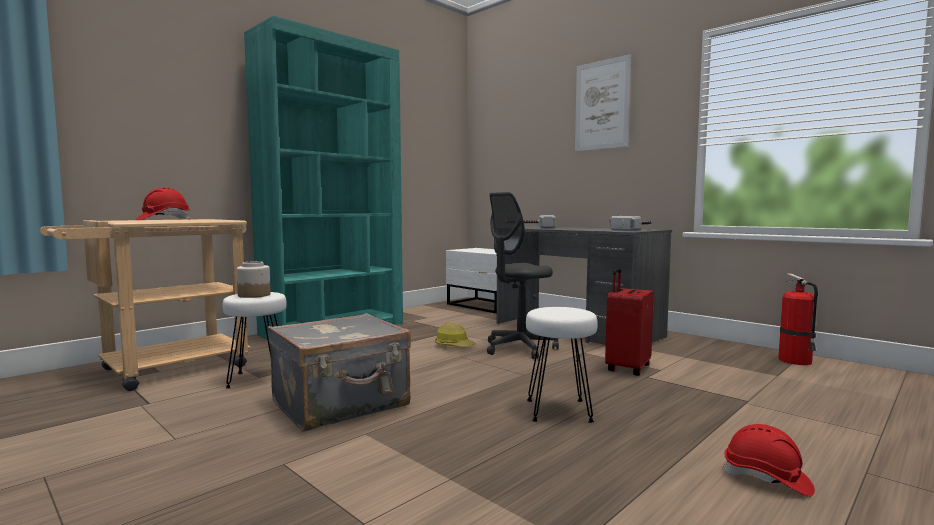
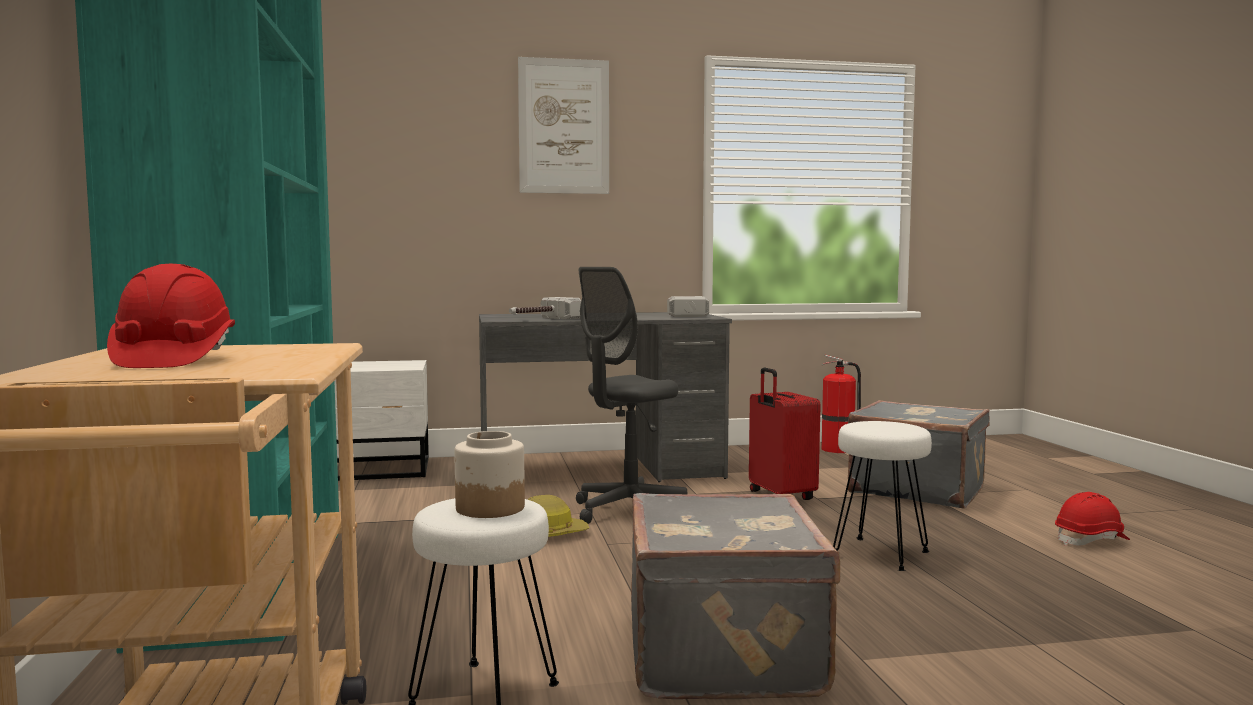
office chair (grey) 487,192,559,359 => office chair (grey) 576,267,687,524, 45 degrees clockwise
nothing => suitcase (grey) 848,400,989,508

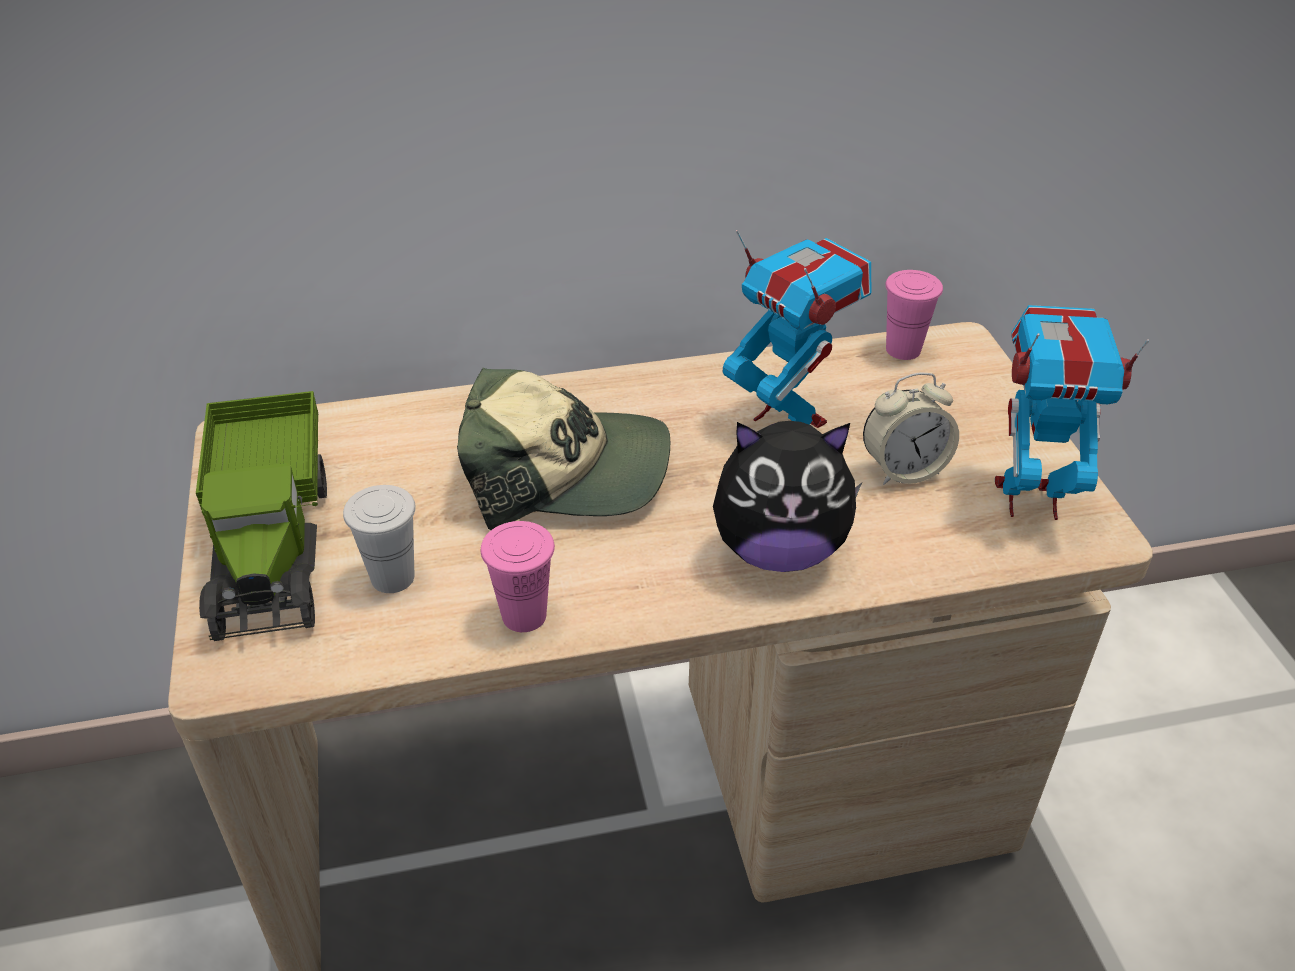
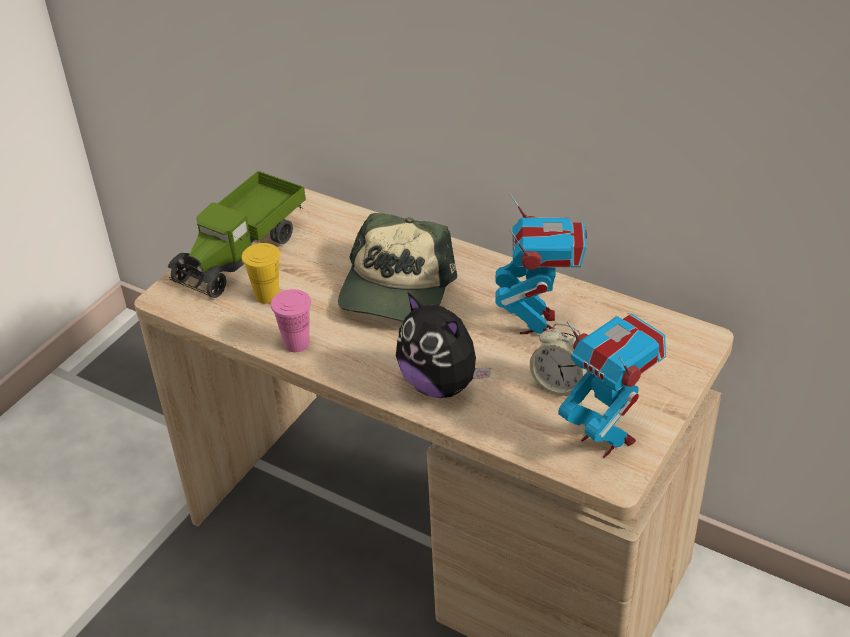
cup (white) 343,485,416,593 => cup (yellow) 241,243,280,304
cap 457,368,670,530 => cap 338,213,457,321, 60 degrees clockwise
cup (pink) 885,270,943,360 => nothing

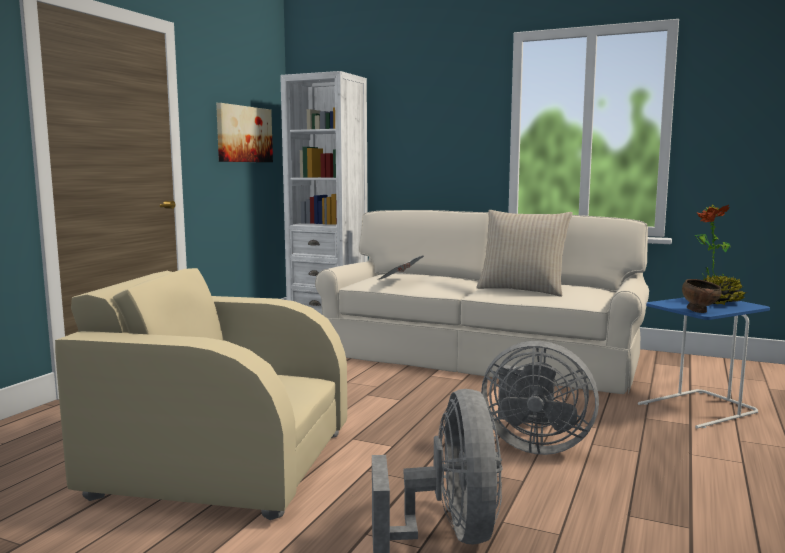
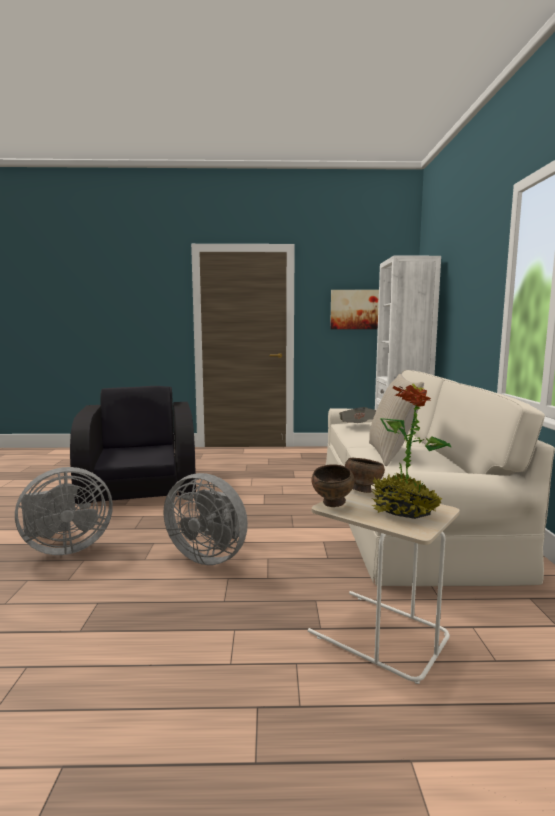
armchair (beige) 55,268,347,520 => armchair (black) 70,386,196,509
fan (grey) 481,341,599,455 => fan (grey) 164,473,248,565, 60 degrees counterclockwise
side table (blue) 638,297,770,429 => side table (beige) 308,488,460,684
nothing => bowl (brown) 345,457,385,493

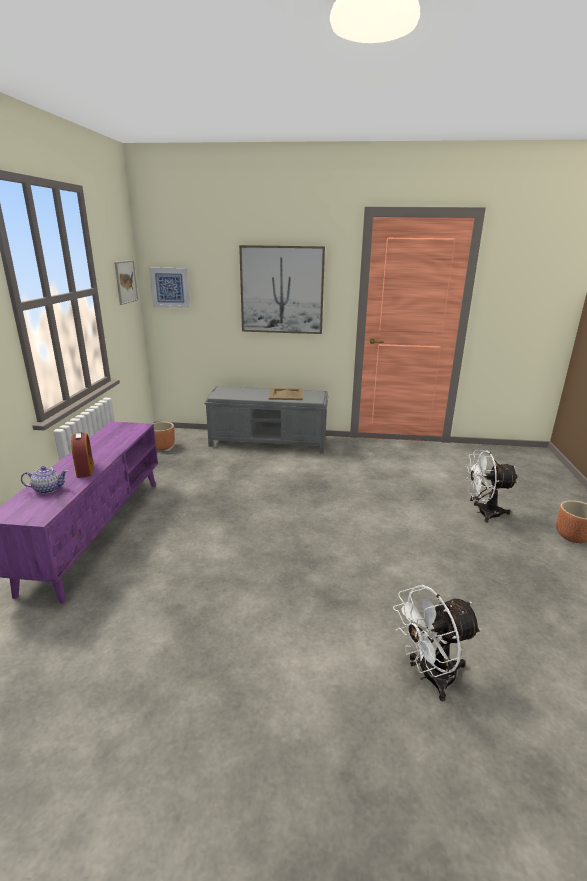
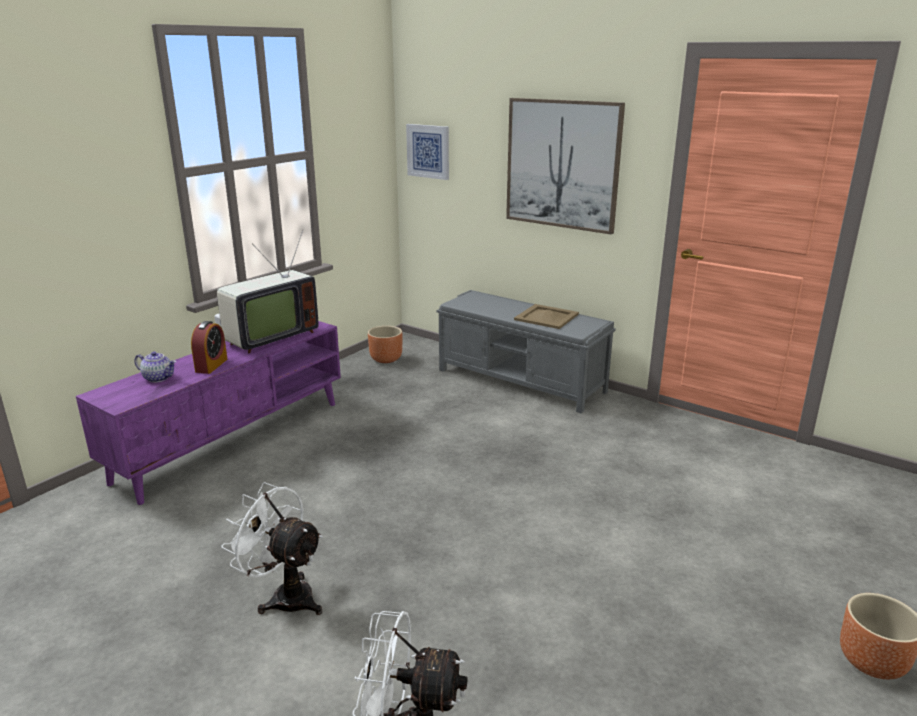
nothing => television 217,230,319,354
fan (white) 465,450,518,523 => fan (white) 222,482,323,615, move
picture 114,260,138,305 => nothing

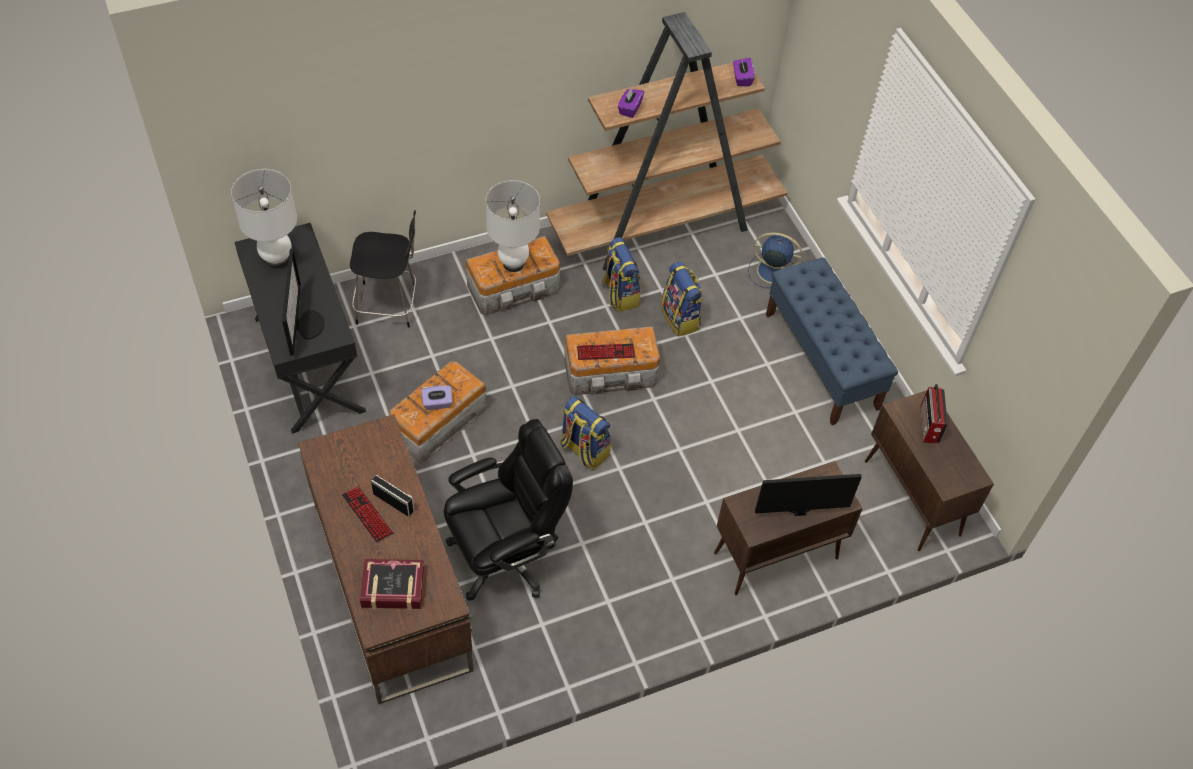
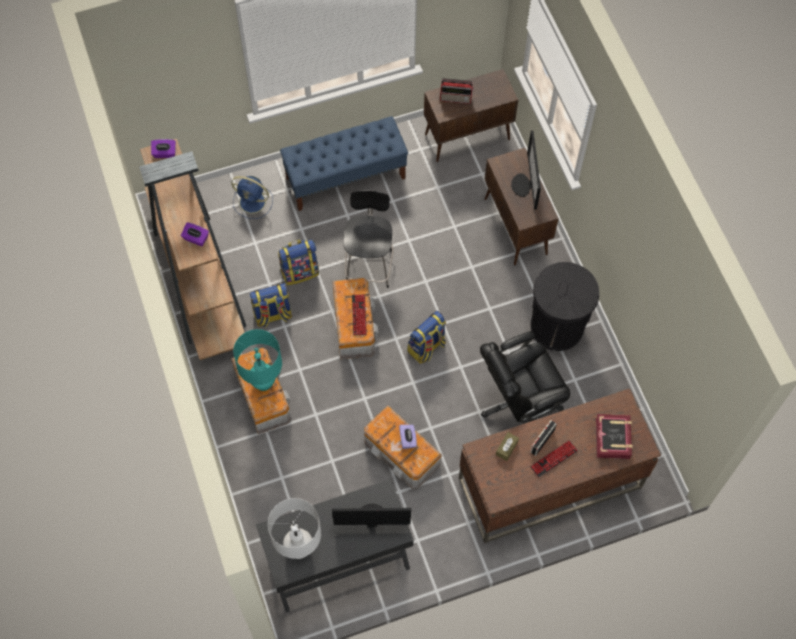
fan (blue) 748,232,802,288 => fan (blue) 231,176,273,219, 90 degrees counterclockwise
table lamp (white) 486,180,540,272 => table lamp (turquoise) 233,329,282,391
stool (black) 350,210,416,328 => stool (black) 343,190,394,288, move
office chair (black) 444,419,573,601 => office chair (black) 480,331,570,424, 90 degrees counterclockwise
nothing => tissue box (brown) 496,432,519,461
nothing => trash can (black) 531,262,599,351

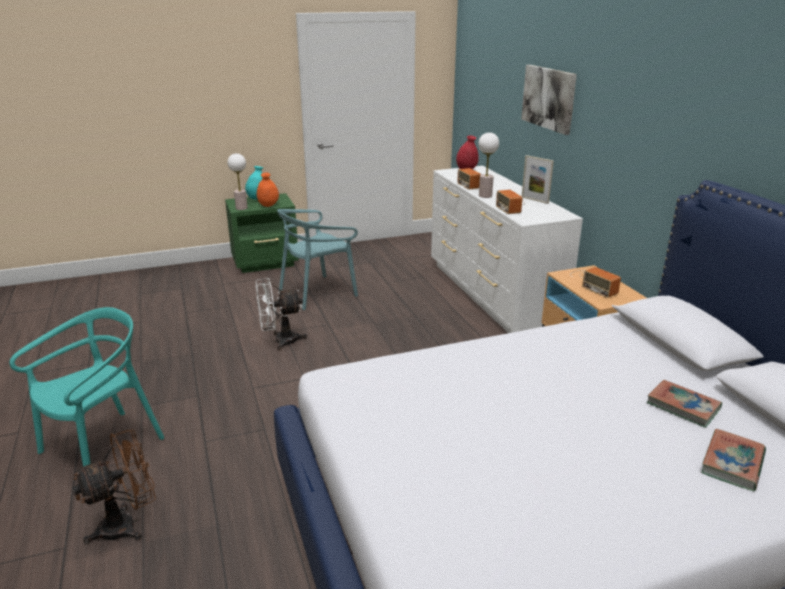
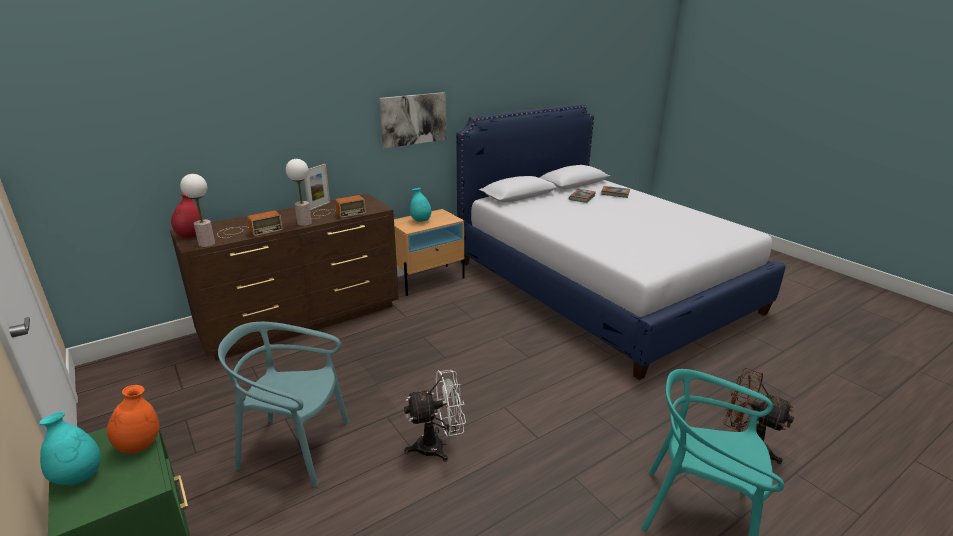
dresser (white) 431,166,583,333 => dresser (brown) 170,194,399,361
table lamp 228,153,248,210 => table lamp 180,174,215,247, move
chair (turquoise) 277,209,358,310 => chair (turquoise) 218,322,349,487, 150 degrees clockwise
picture 521,65,577,135 => picture 379,92,446,148, move
fan (white) 256,278,307,351 => fan (white) 404,370,466,462, 75 degrees counterclockwise
radio 570,267,621,298 => vase (turquoise) 410,188,431,222

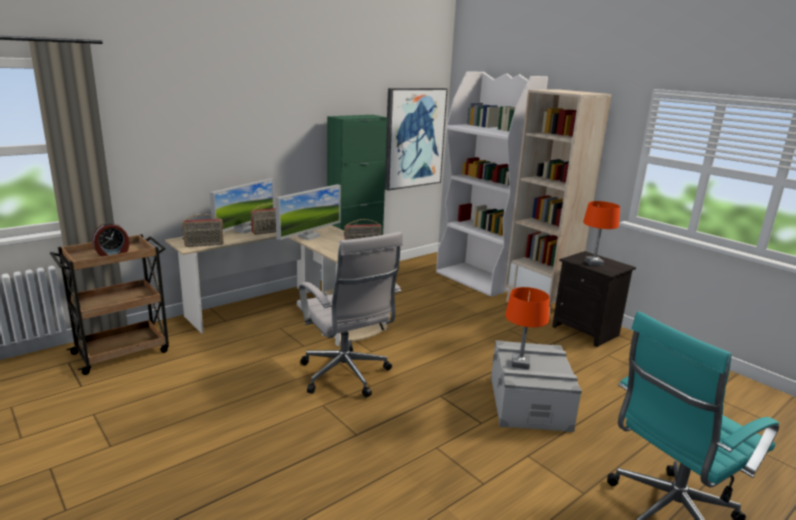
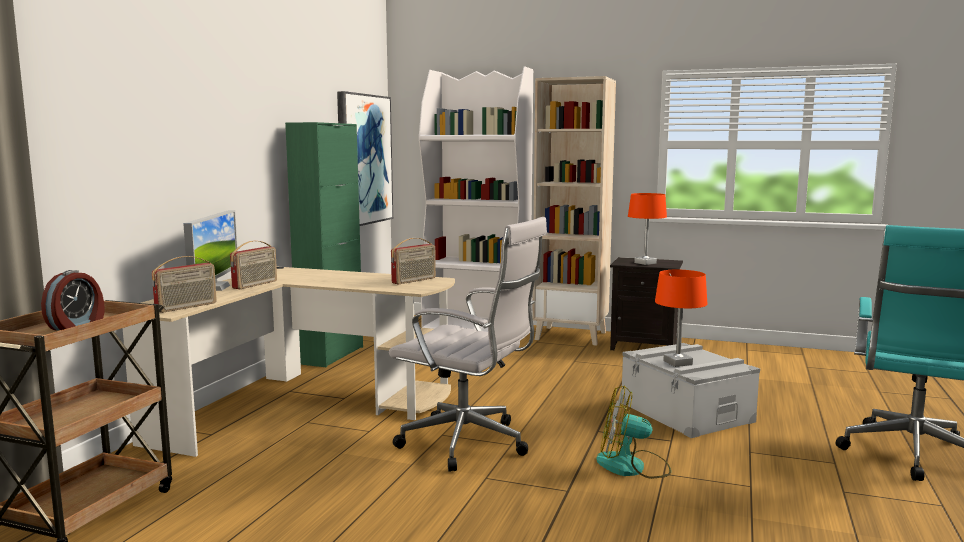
nothing => fan 596,386,671,479
monitor 275,184,341,240 => nothing

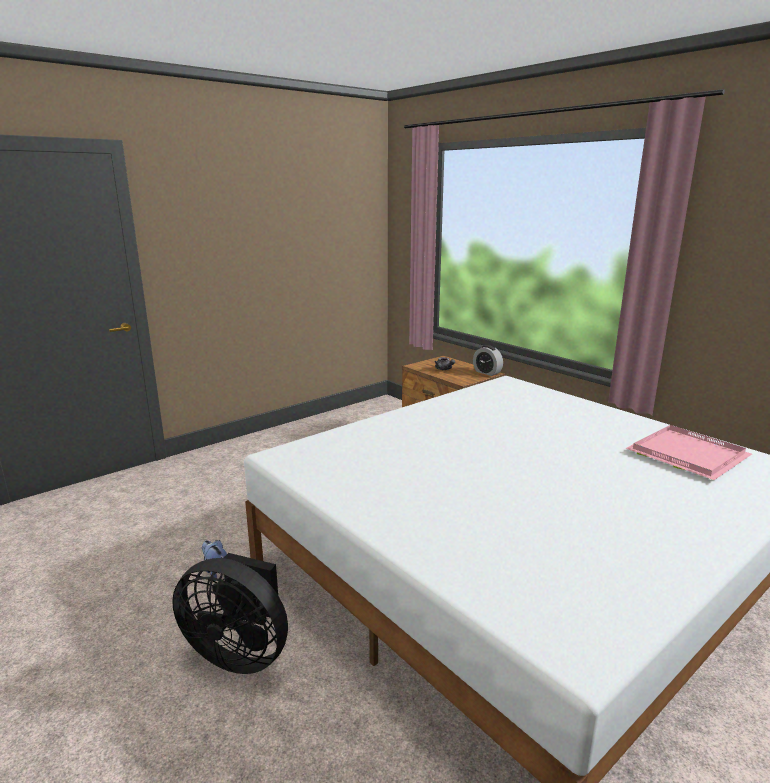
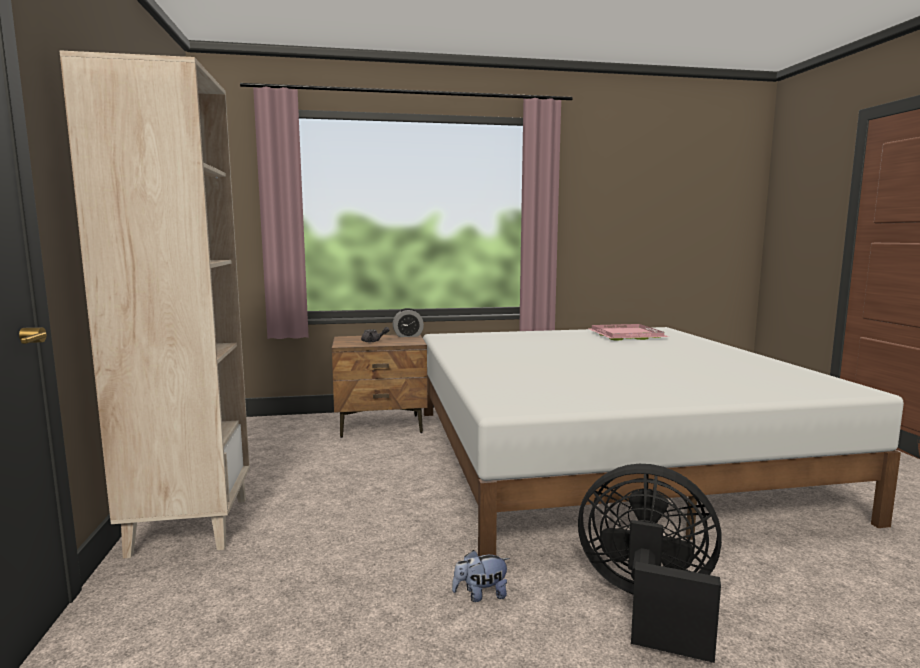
nothing => bookcase (beige) 59,50,250,559
fan (black) 172,553,288,674 => fan (black) 578,464,722,663, 120 degrees counterclockwise

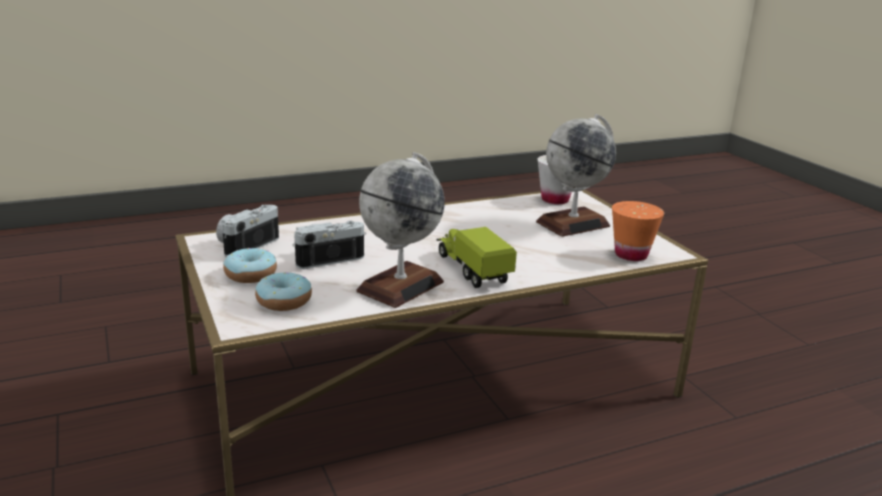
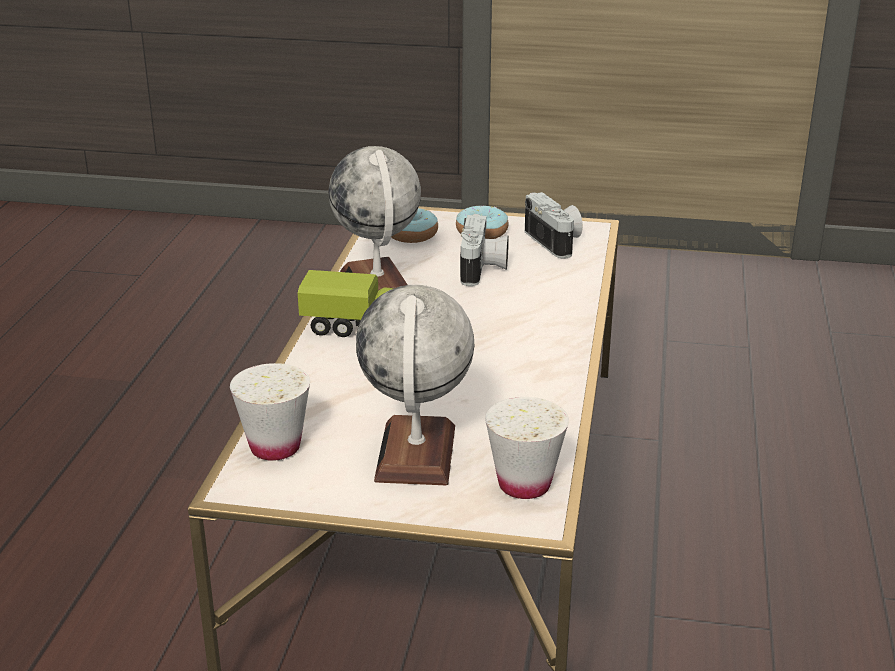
cup (orange) 612,201,664,261 => cup (white) 230,363,310,461

